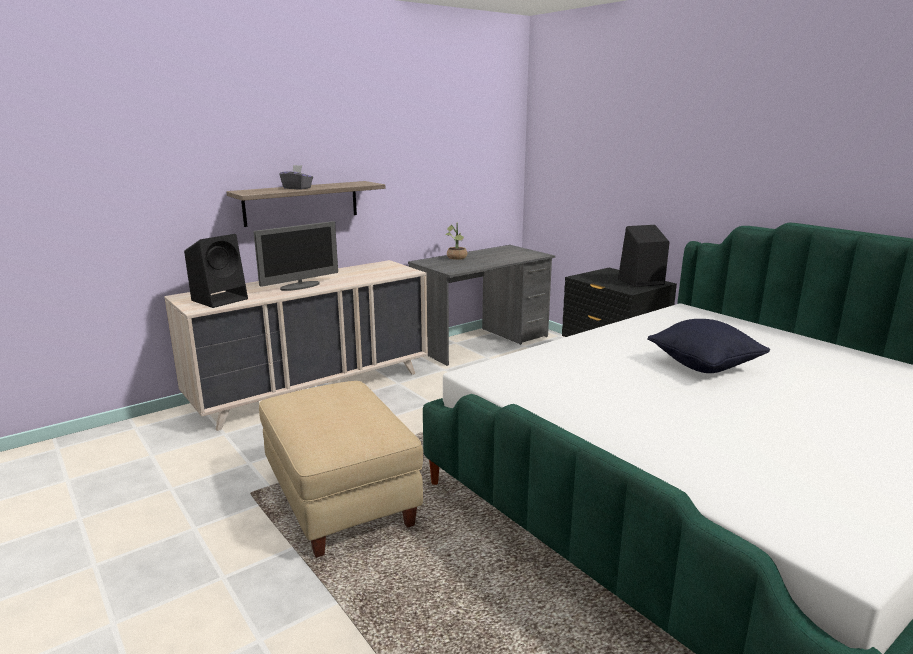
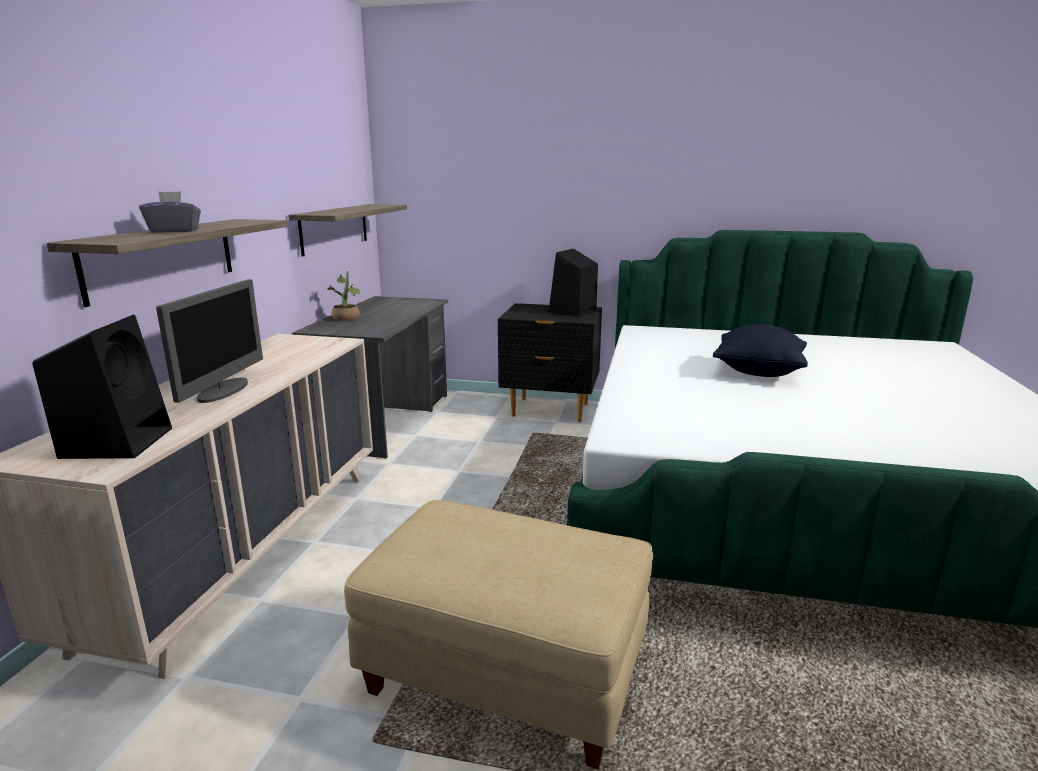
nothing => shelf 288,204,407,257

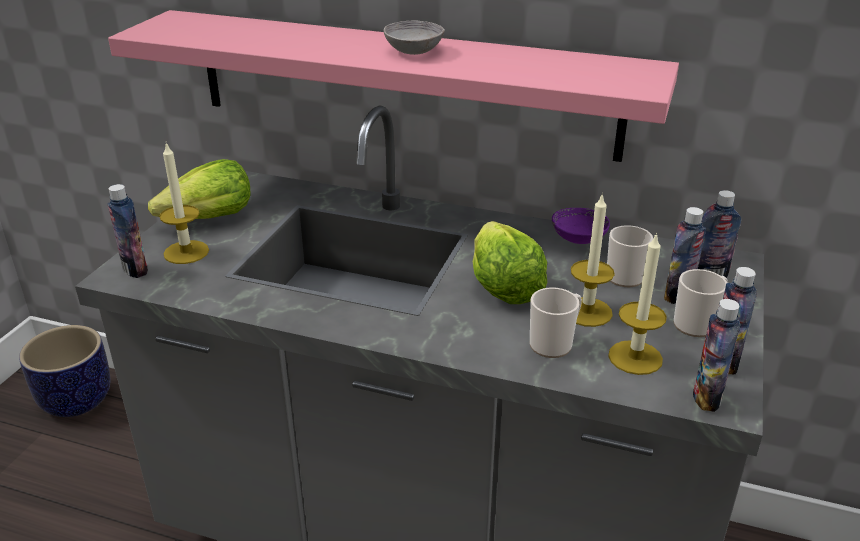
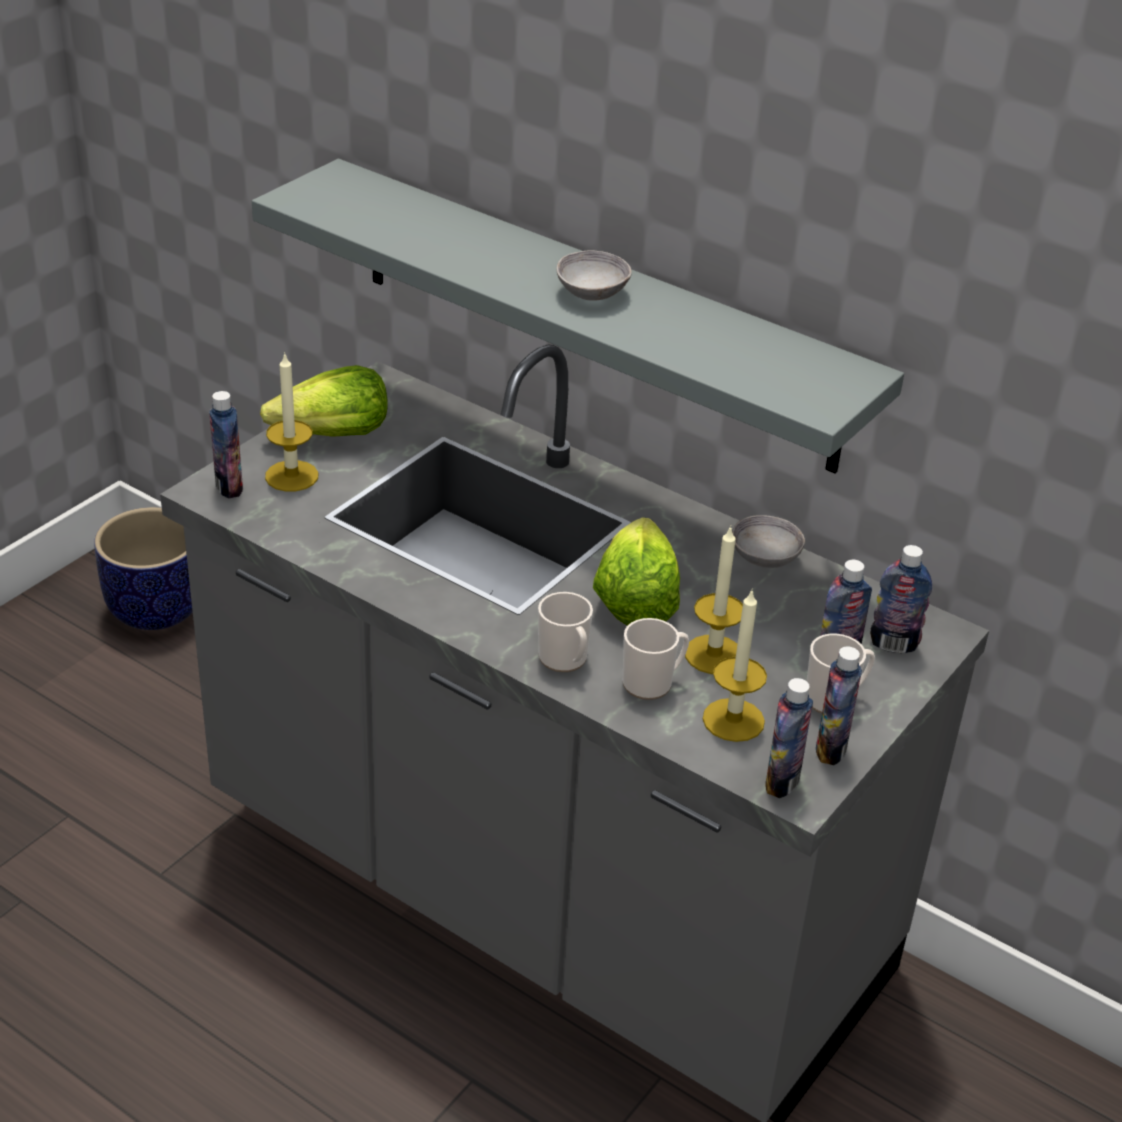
shelf (pink) 108,10,679,162 => shelf (grey) 252,159,904,474
mug 607,225,653,287 => mug 538,592,593,672, move
bowl (purple) 552,208,610,244 => bowl (grey) 732,515,805,568

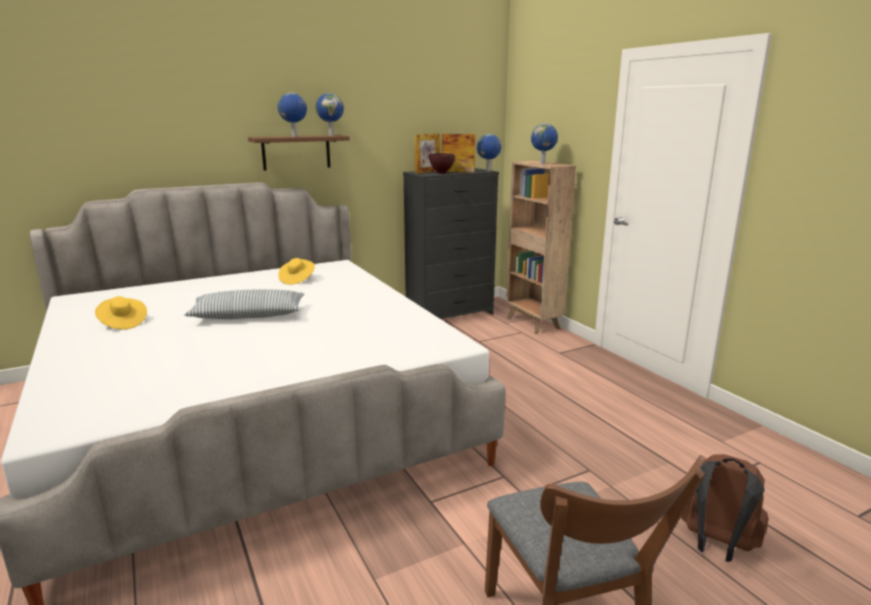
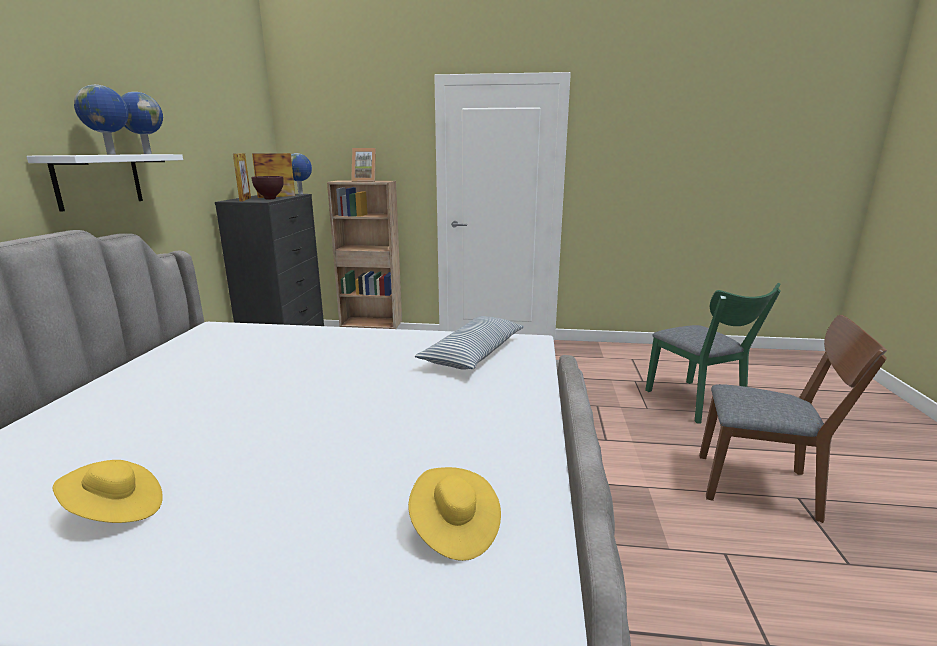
shelf (brown) 248,135,350,171 => shelf (white) 26,154,183,212
globe 531,124,558,164 => picture frame 351,148,376,182
hat (yellow) 278,258,315,285 => hat (yellow) 408,467,501,561, move
pillow 184,289,304,319 => pillow 415,316,524,370, move
backpack (brown) 681,454,768,562 => chair (green) 645,283,781,423

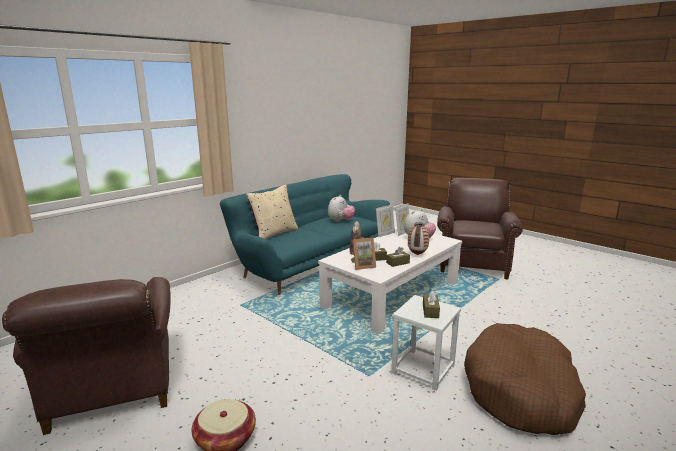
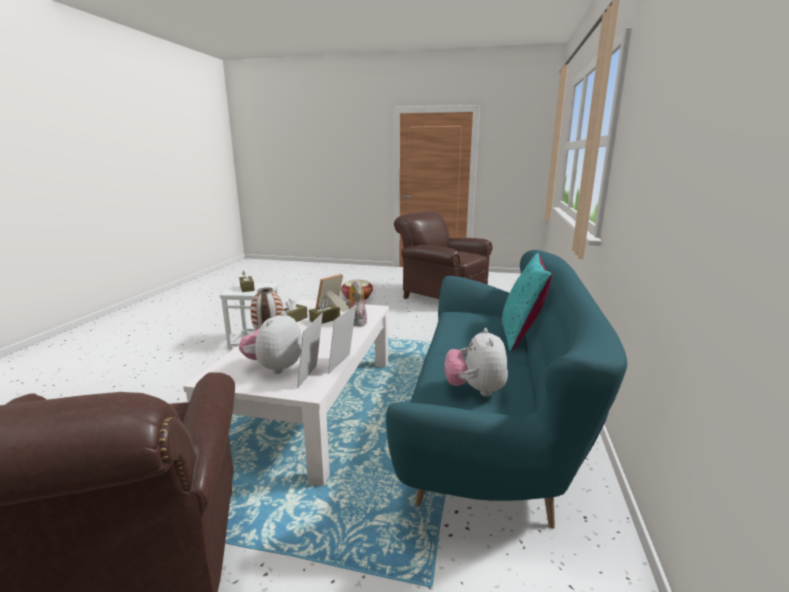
pillow (beige) 246,185,298,239 => pillow (turquoise) 502,253,552,352
dog bed (brown) 464,323,586,435 => nothing

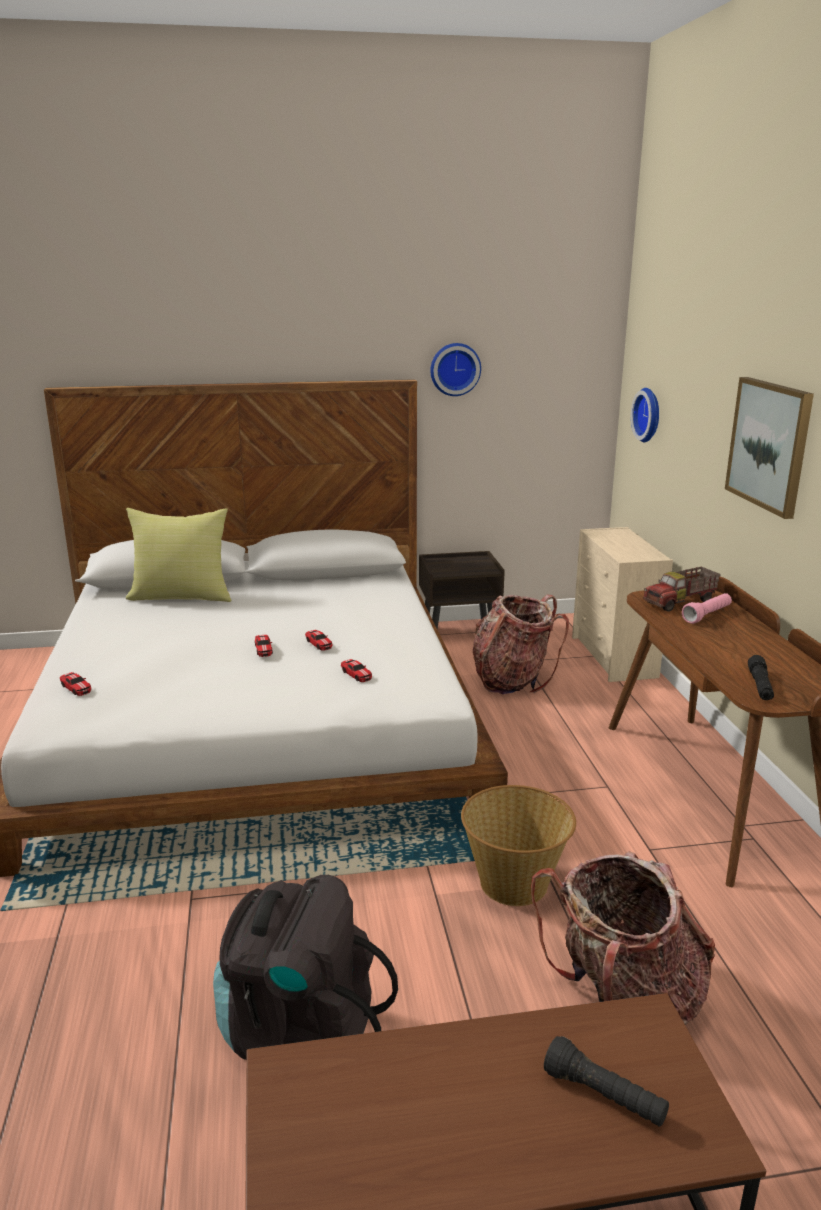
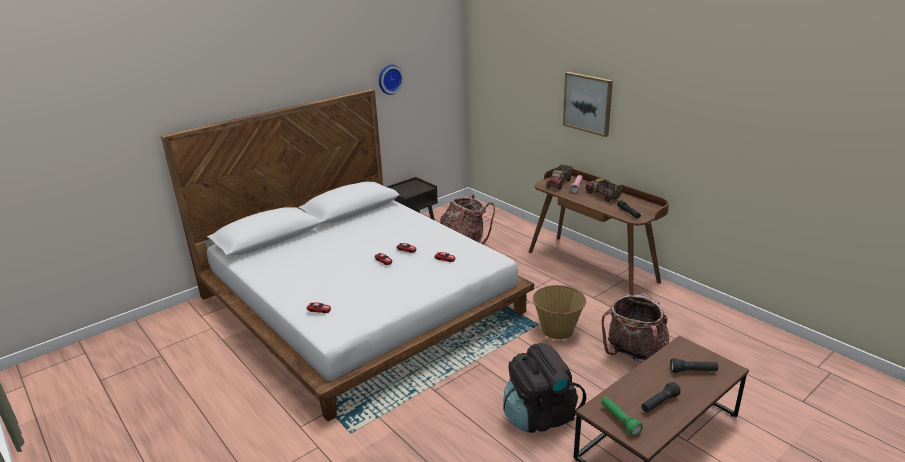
nothing => toy truck 585,178,623,202
nothing => flashlight (green) 601,397,643,436
nothing => flashlight (black) 641,382,681,412
pillow (yellow) 126,508,231,602 => nothing
dresser (beige) 572,527,673,682 => nothing
wall clock 631,388,659,442 => nothing

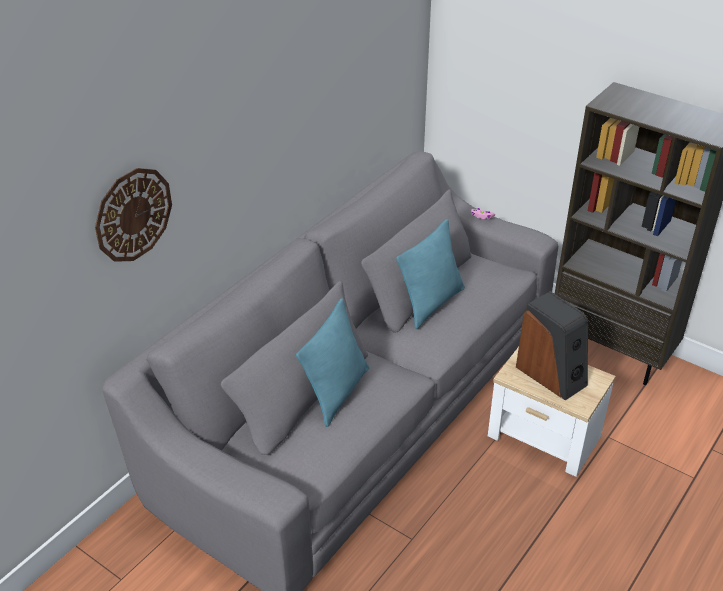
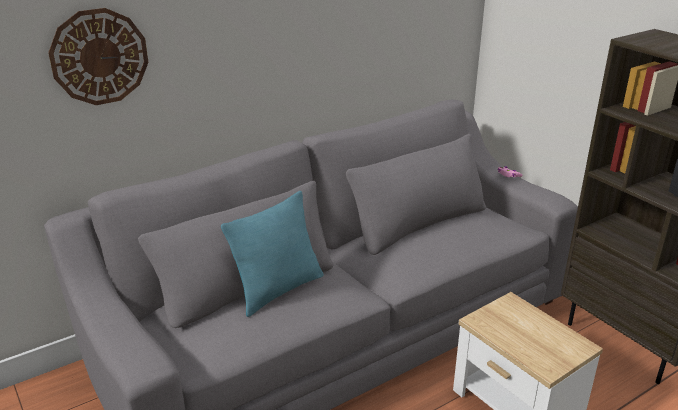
pillow (turquoise) 396,219,465,329 => nothing
speaker 516,291,588,401 => nothing

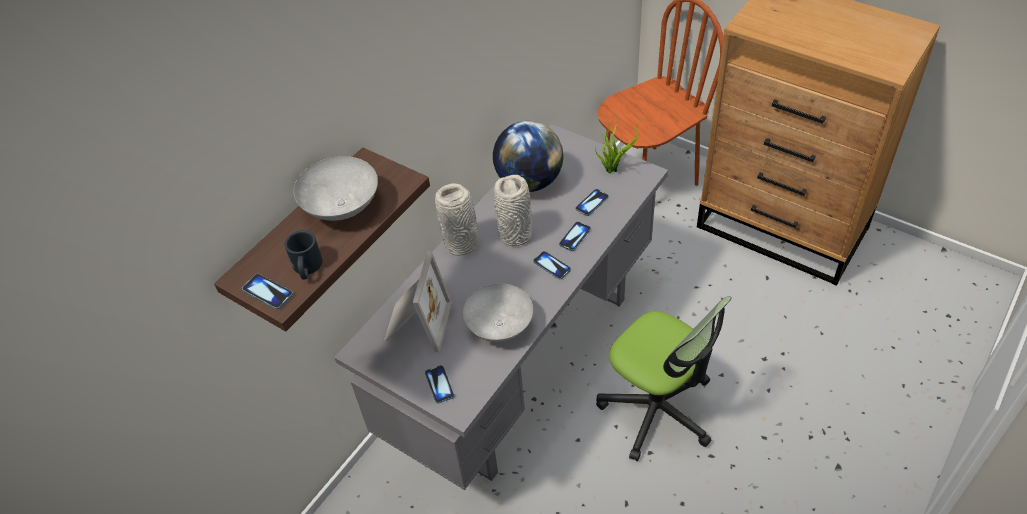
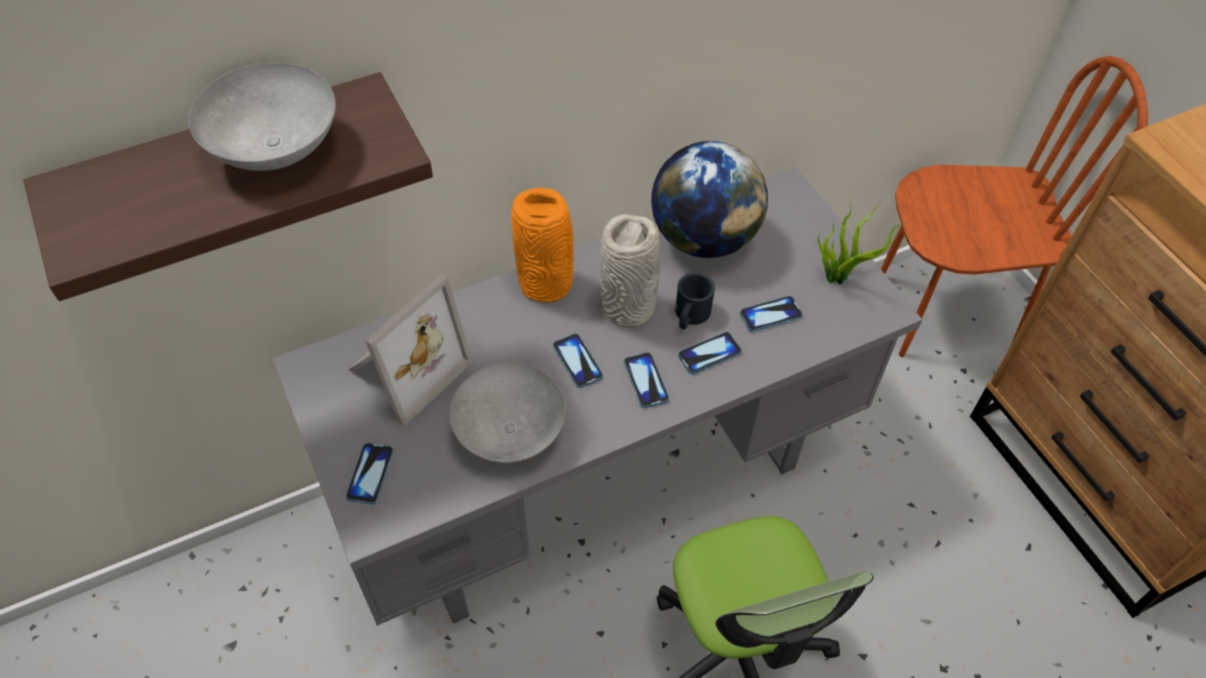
vase (grey) 435,183,478,255 => vase (orange) 511,188,574,302
phone 242,274,293,309 => phone 553,333,603,388, move
mug (black) 284,230,323,280 => mug (black) 675,272,715,330, move

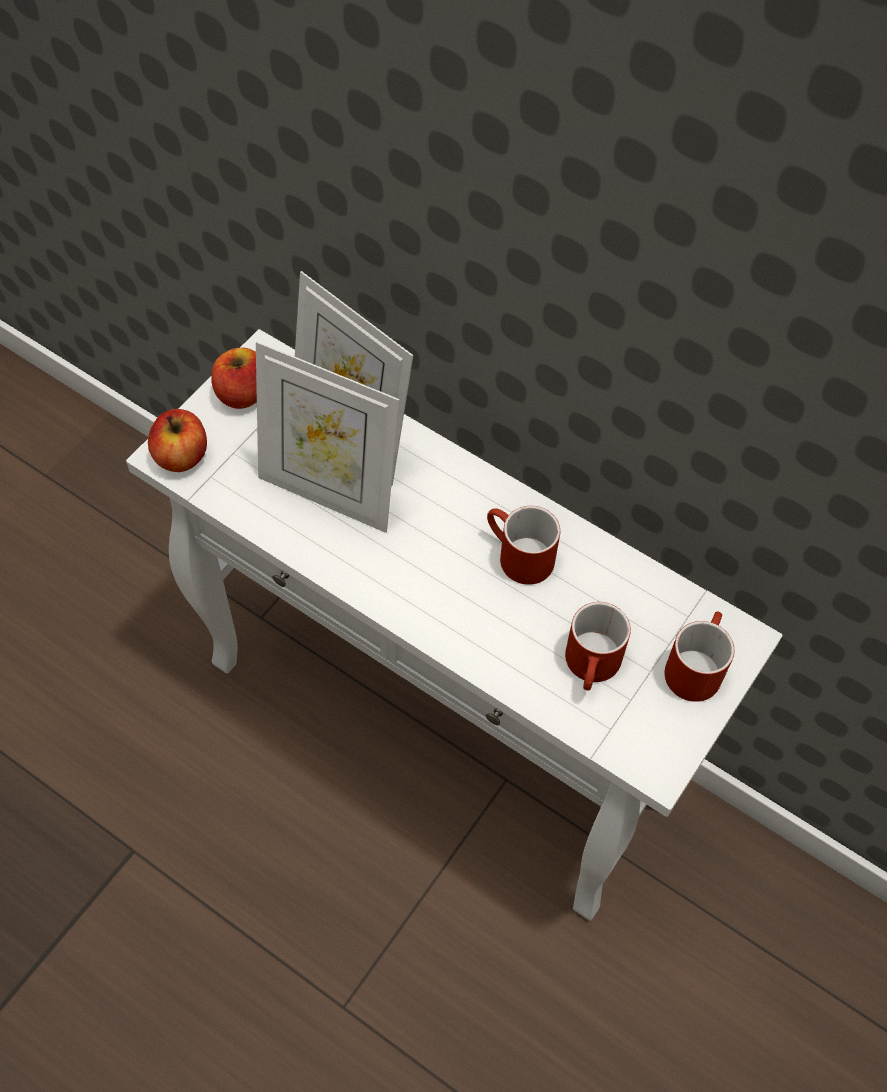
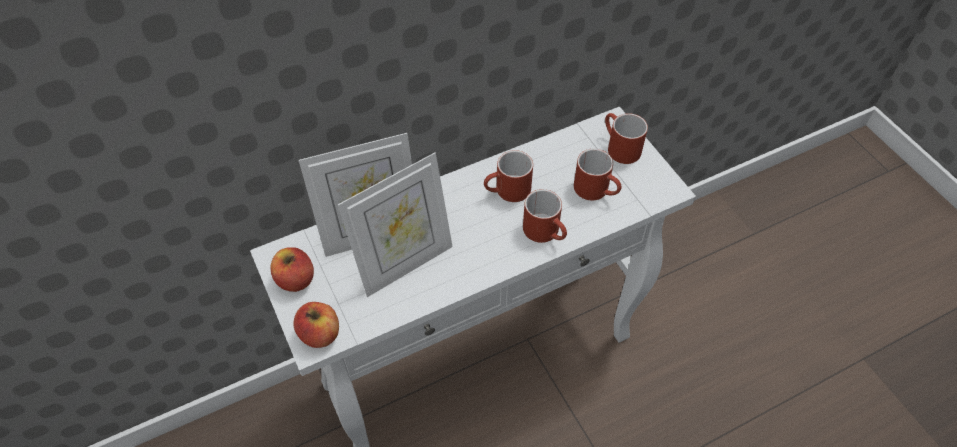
nothing => mug (red) 523,189,567,243

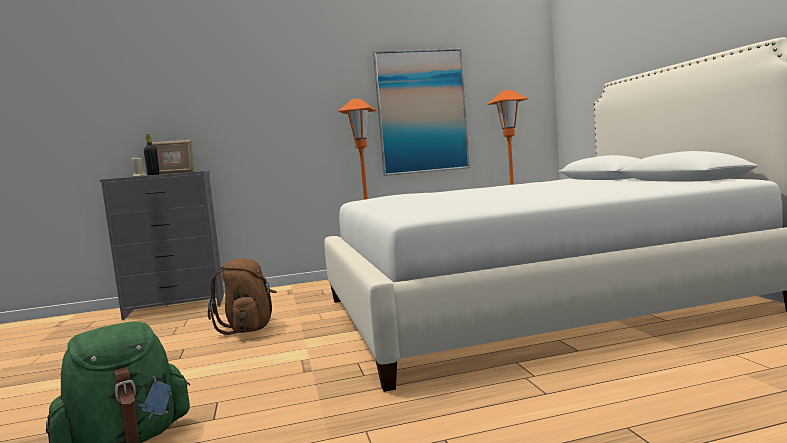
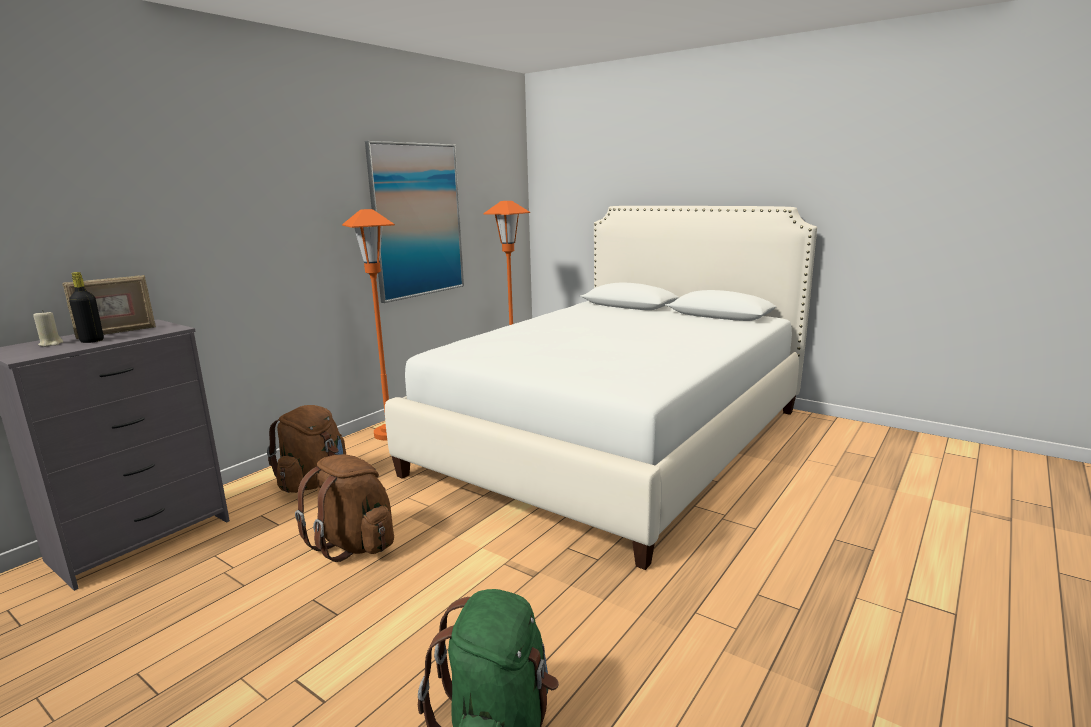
nothing => backpack (brown) 267,405,346,493

